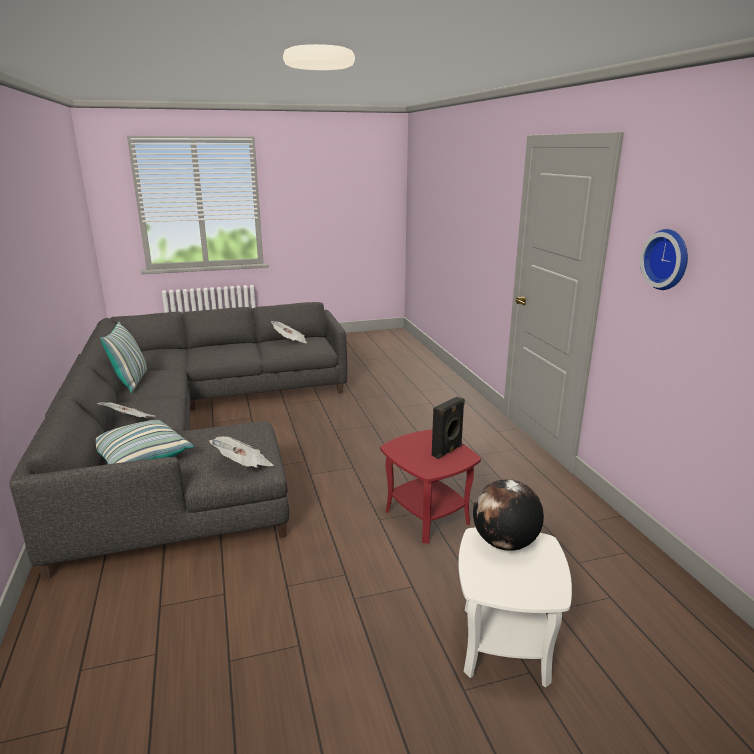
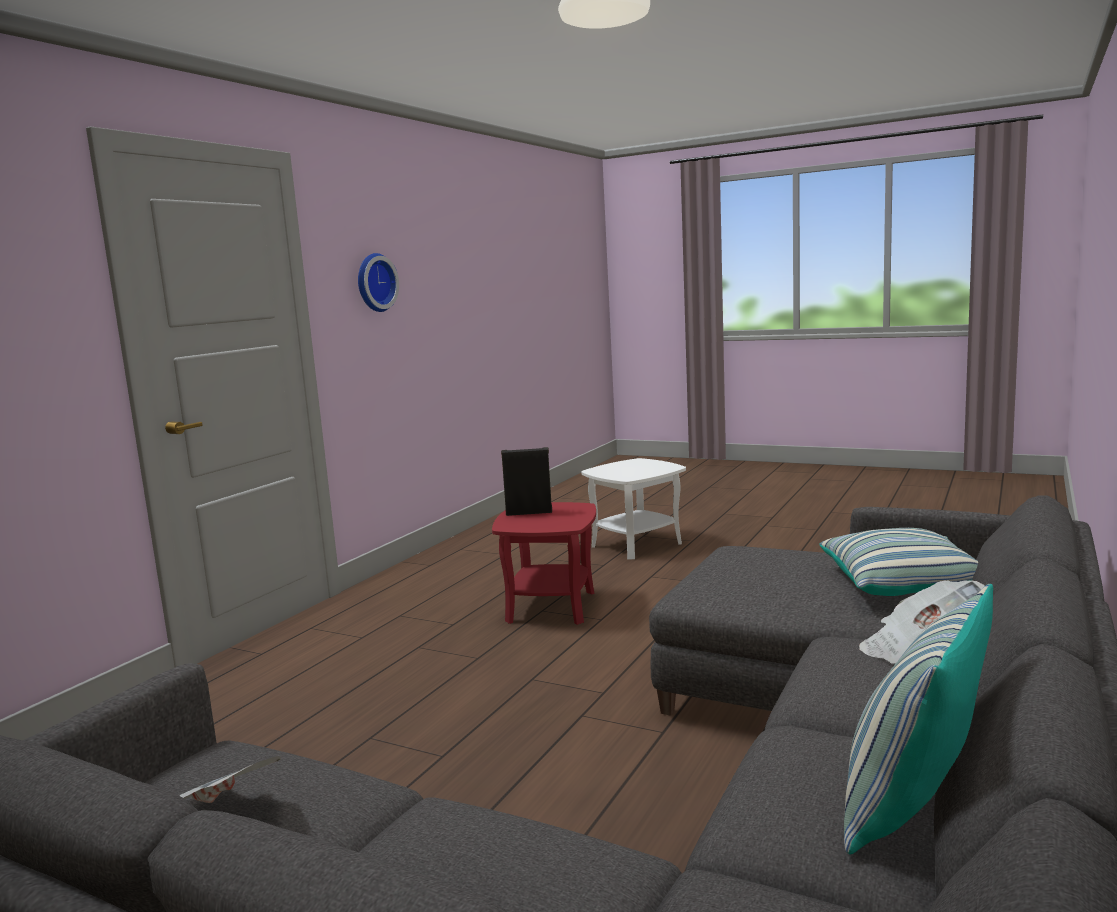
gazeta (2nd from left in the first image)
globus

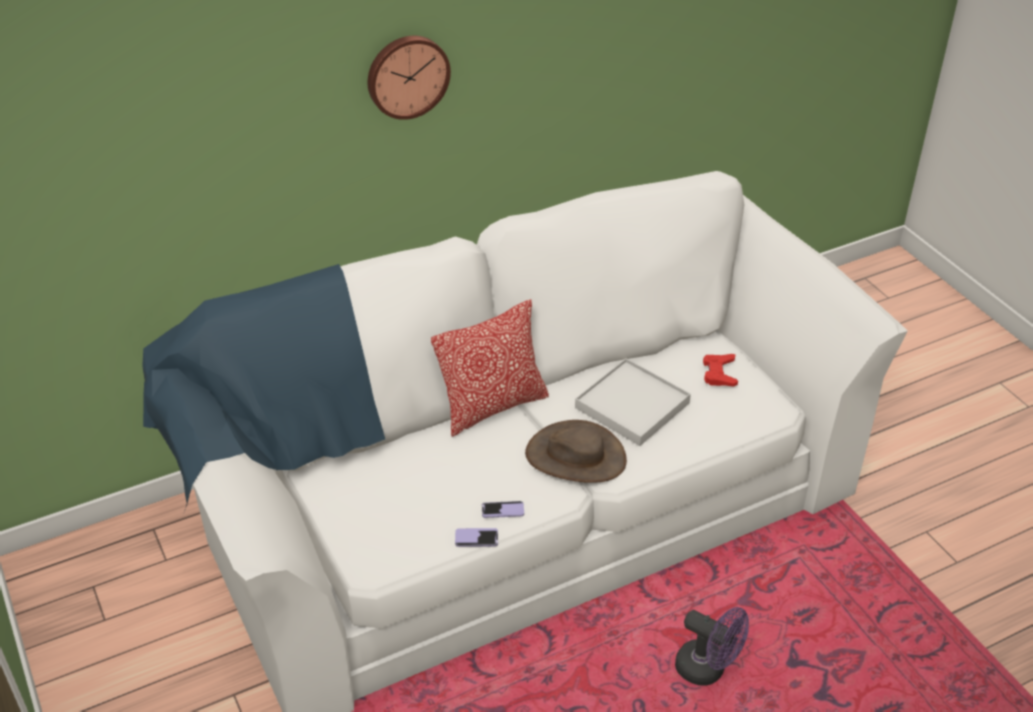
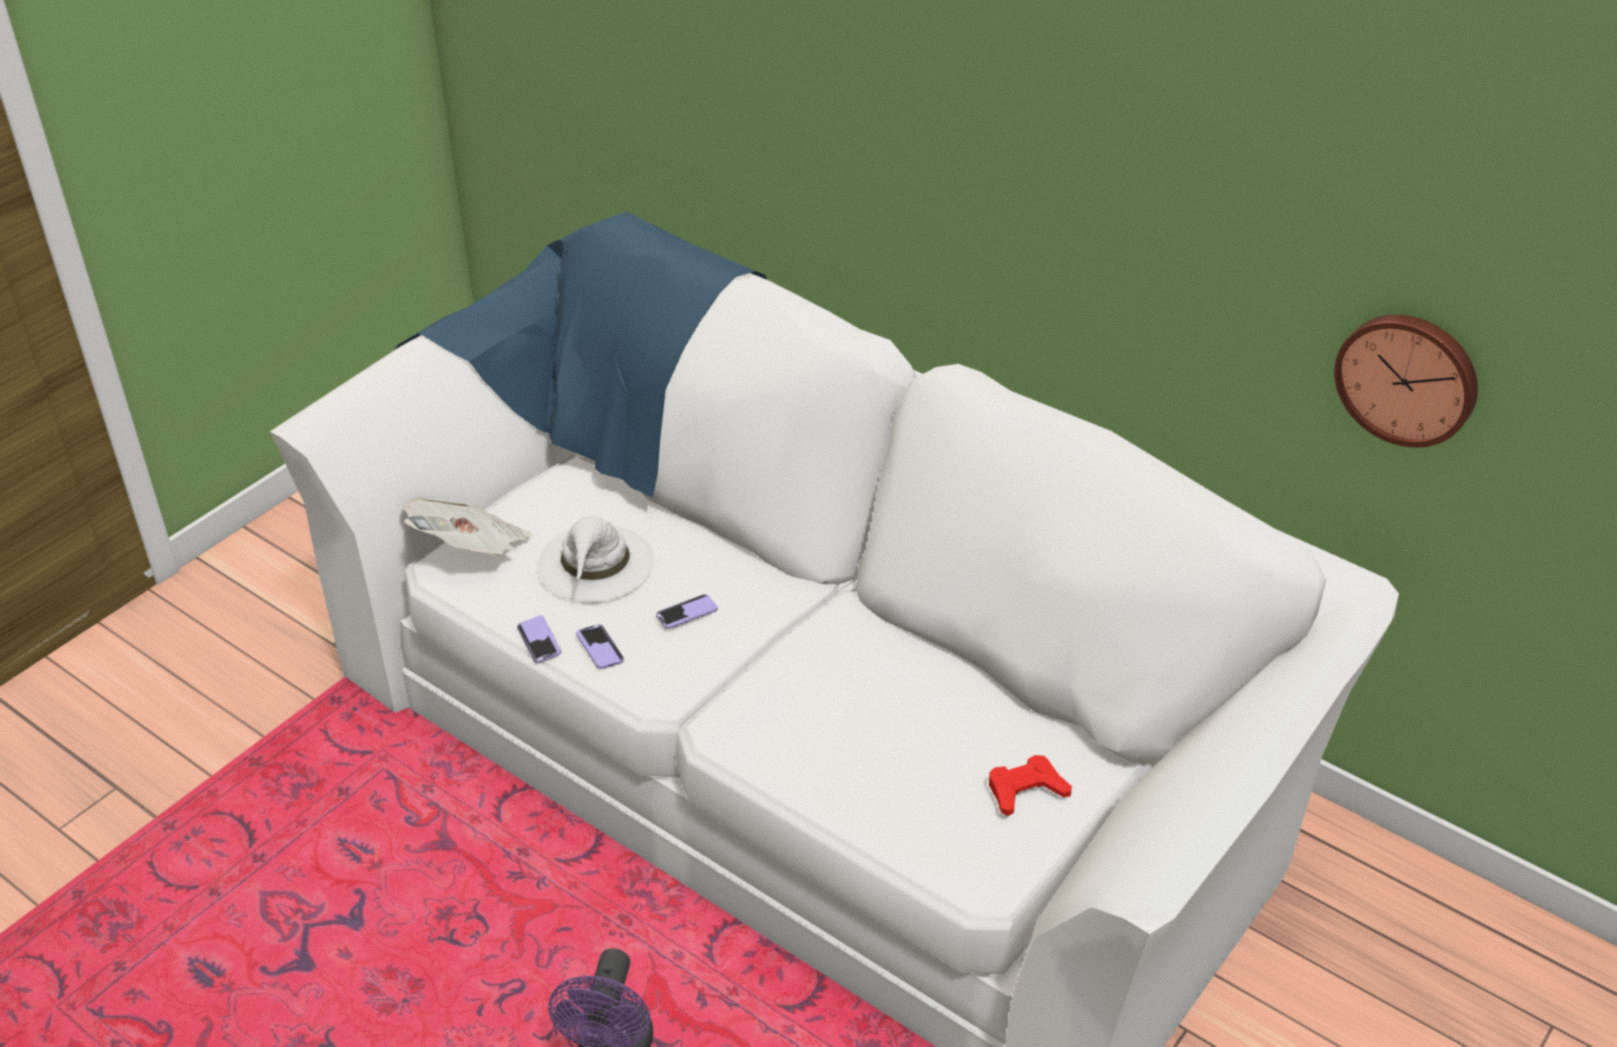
gazeta
kapelusz (biały)
telefon (3rd from left)
zegar ścienny
poduszka
kapelusz (brązowy)
taca (biały)

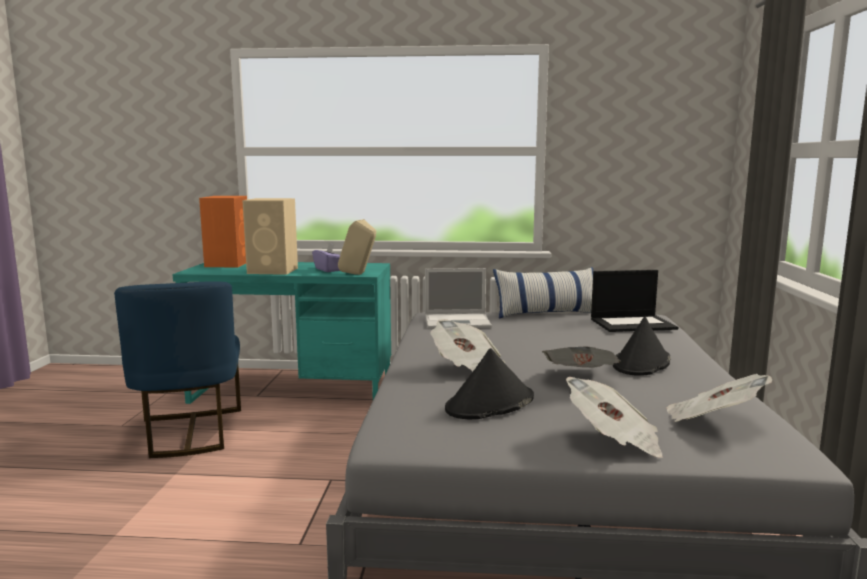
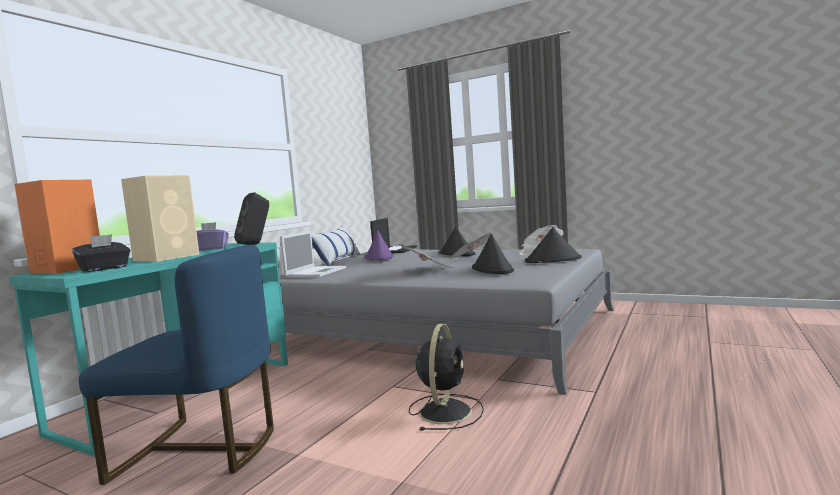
pudełko chusteczek (czarny)
głośnik (czarny)
kapelusz (fioletowy)
wentylator (czarny)
kapelusz (czarny) (3rd from left)

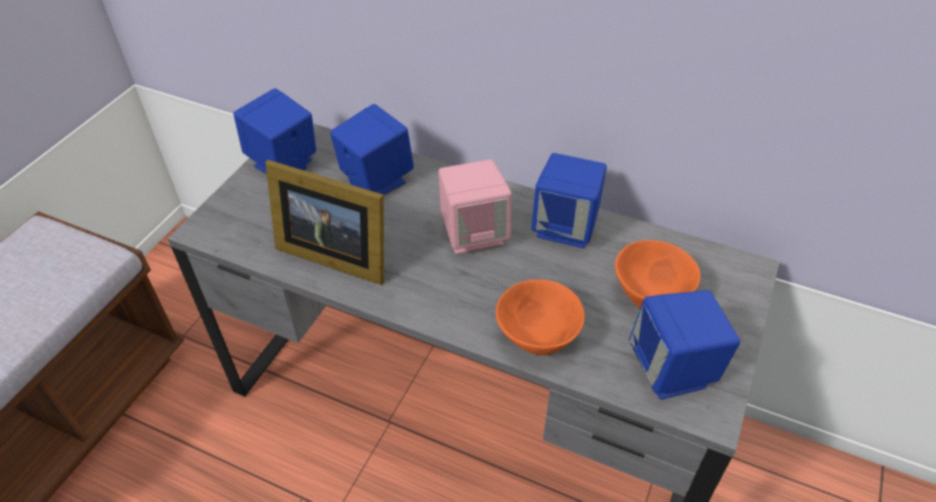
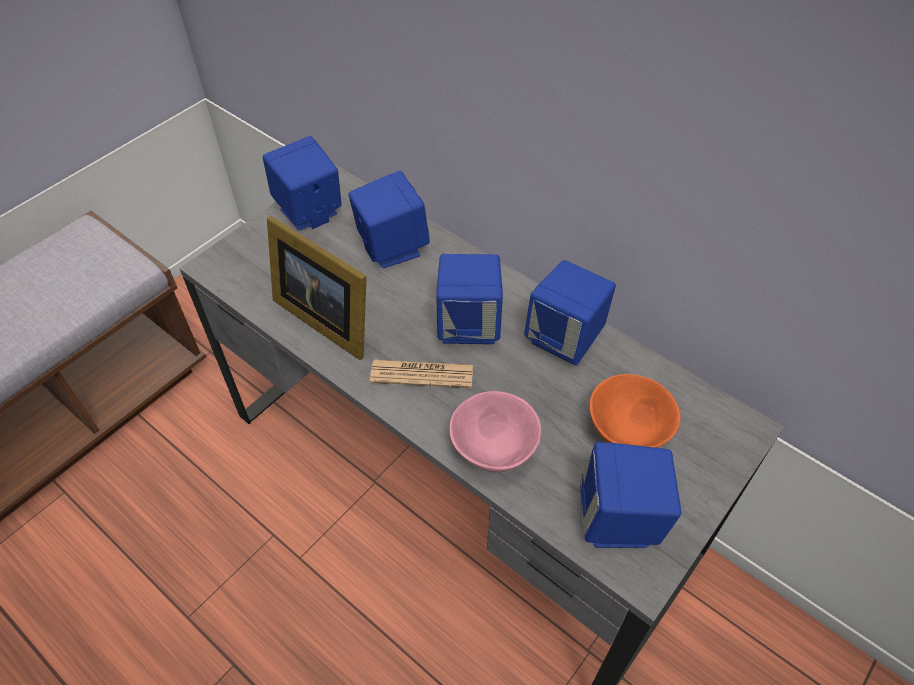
gazeta
głośnik (niebieski) (3rd from left)
miska (różowy)

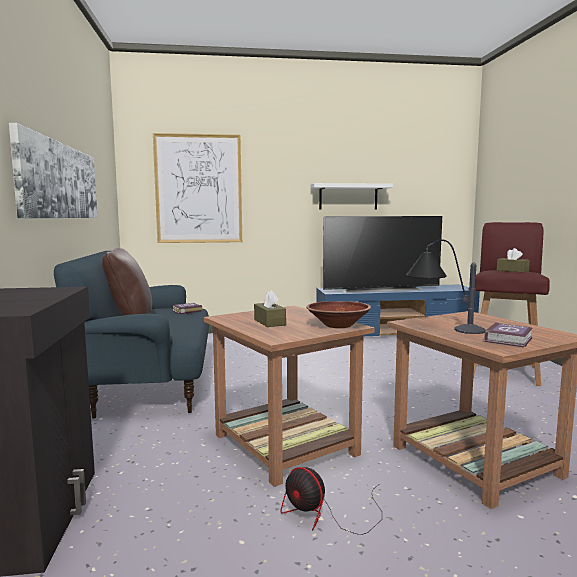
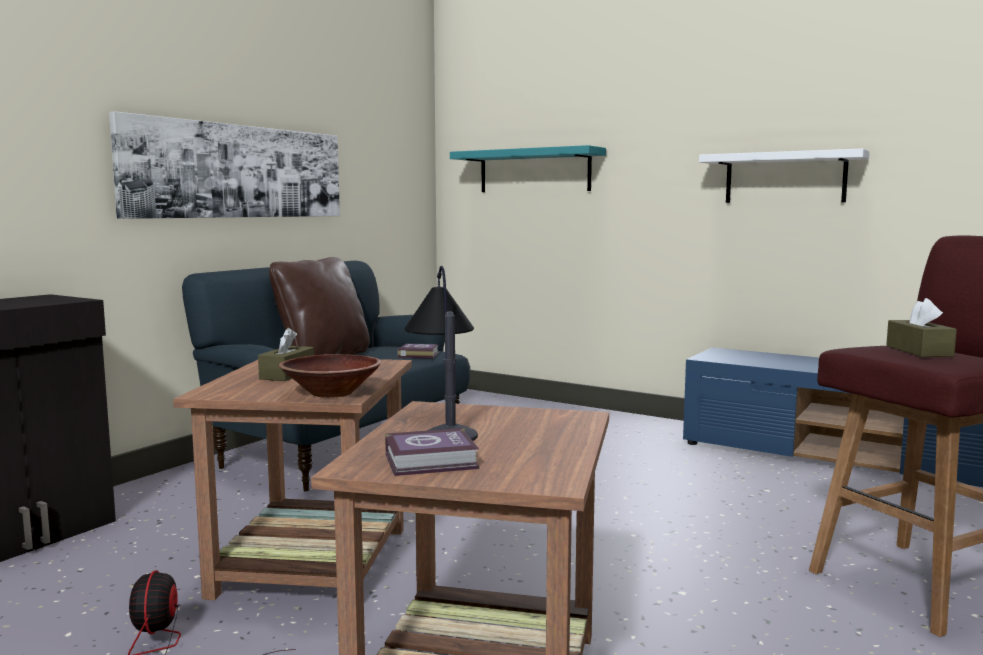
półka (turkusowy)
telewizor

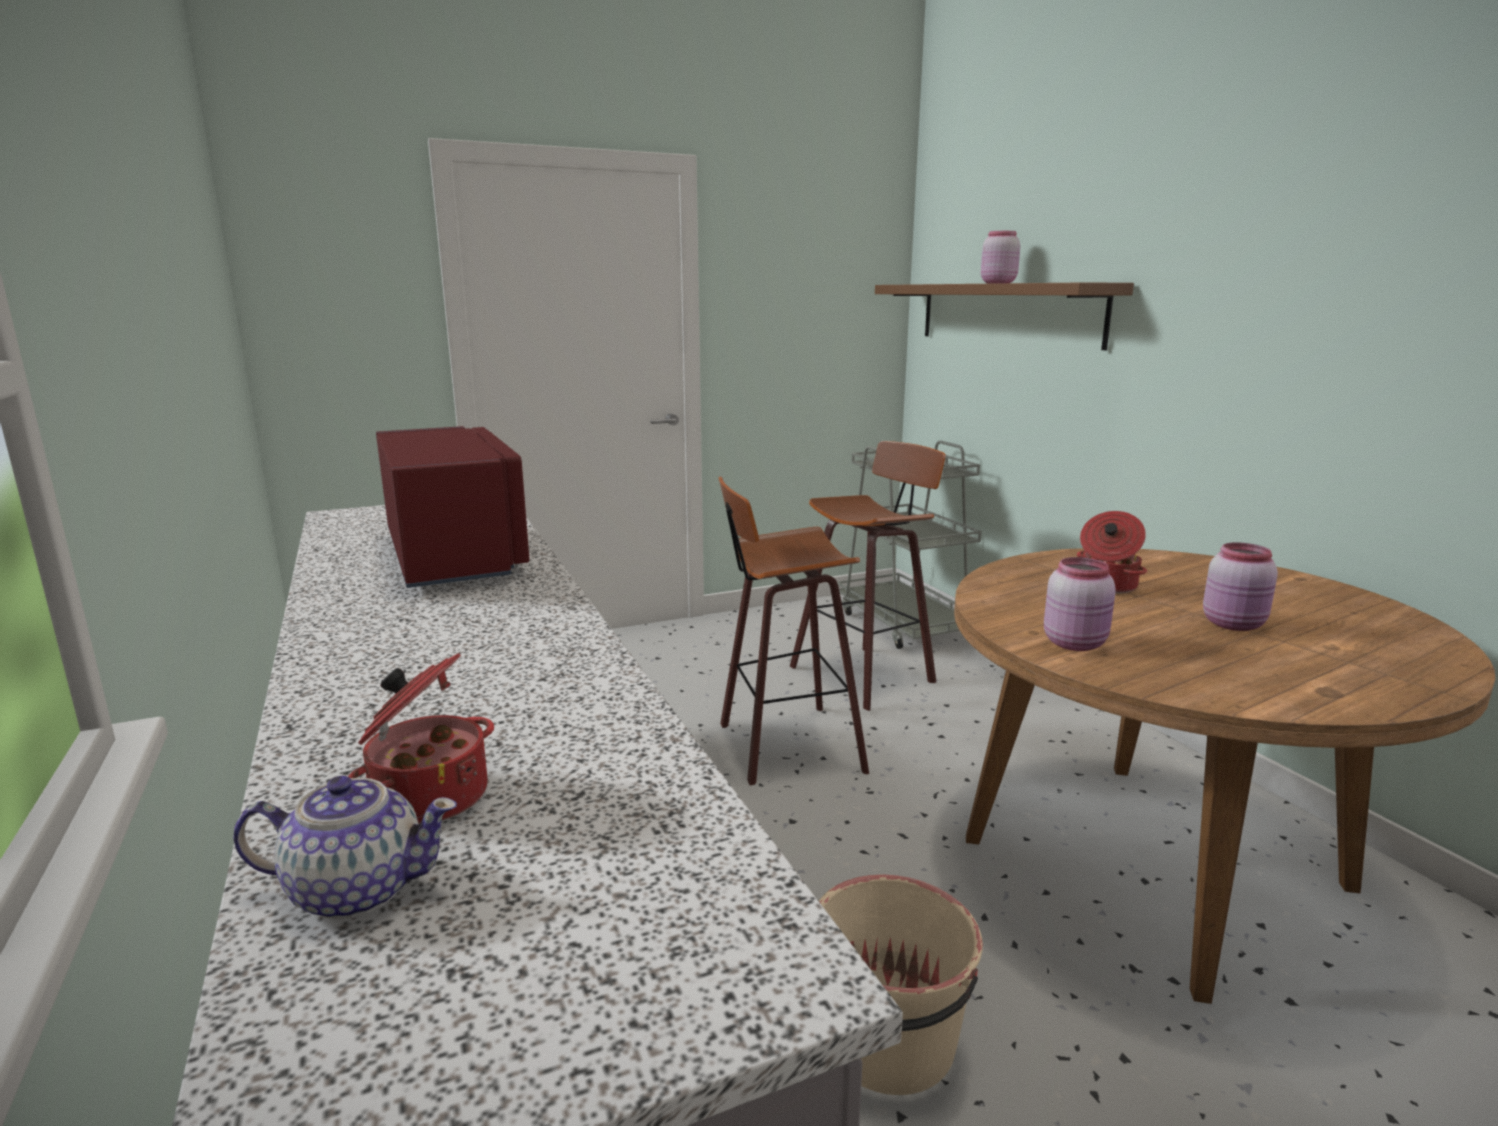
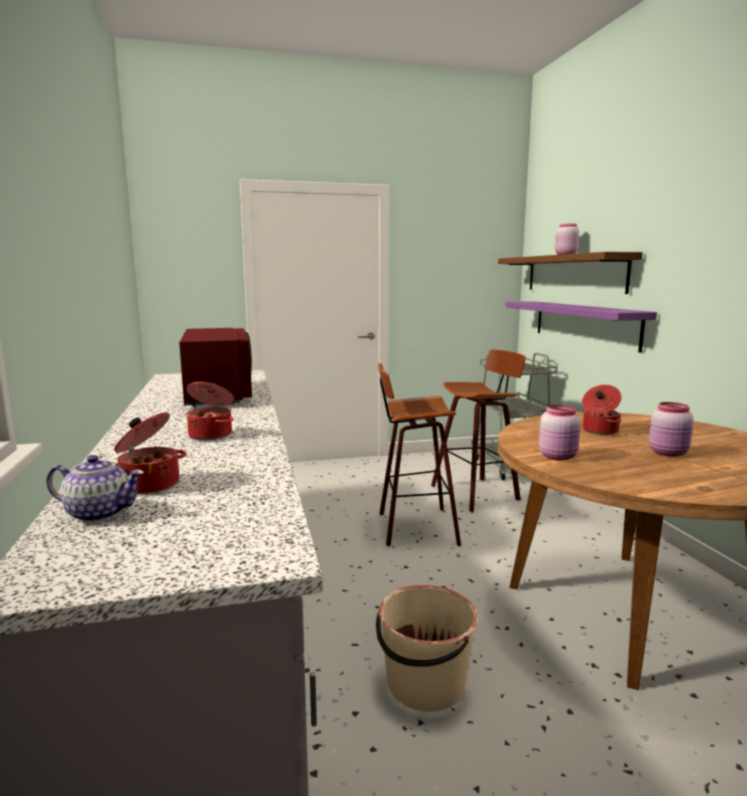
garnek (2nd from left)
półka (fioletowy)

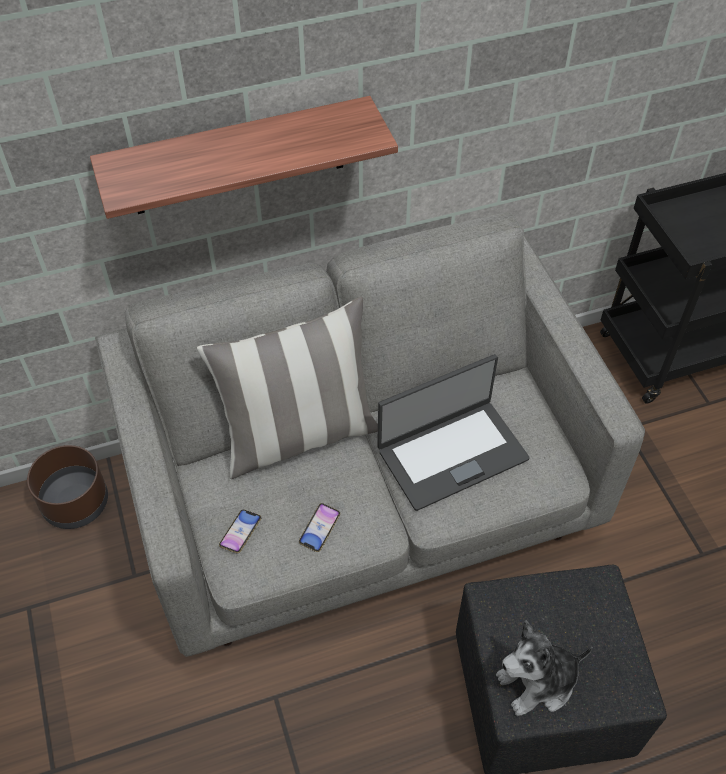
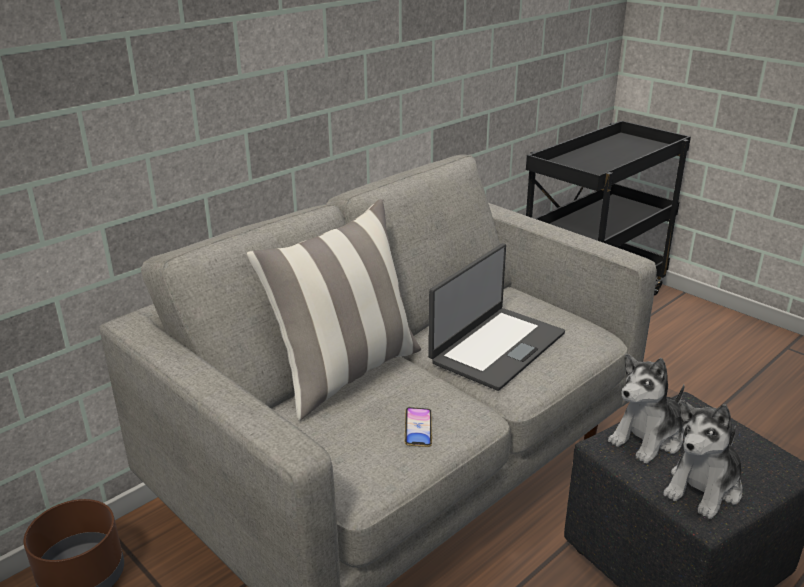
pluszak (1st from left)
półka
telefon (1st from left in the first image)

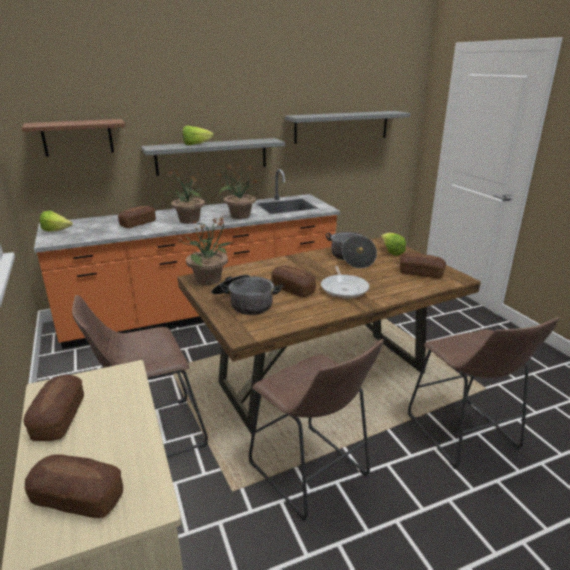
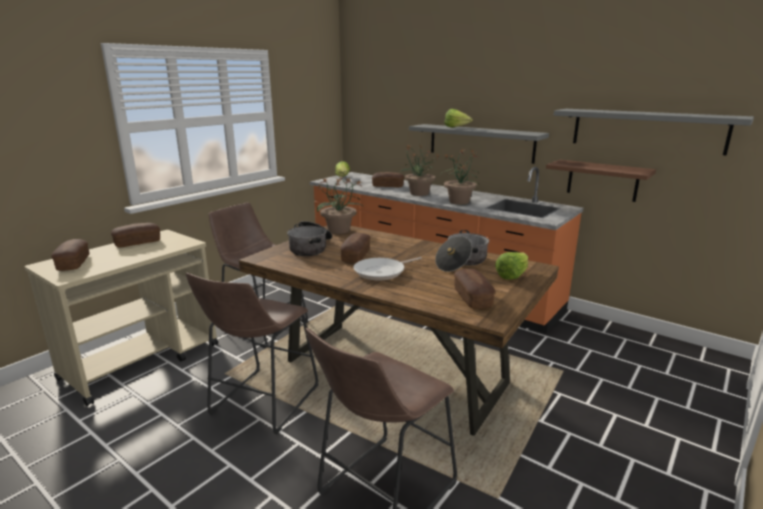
półka (brązowy)

